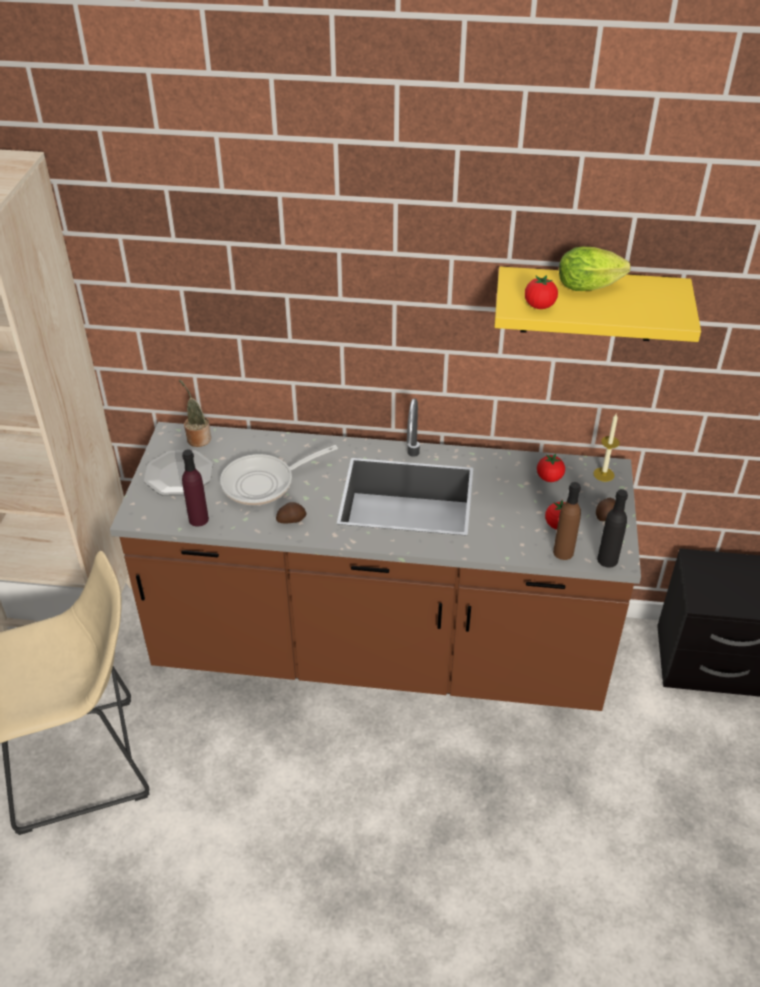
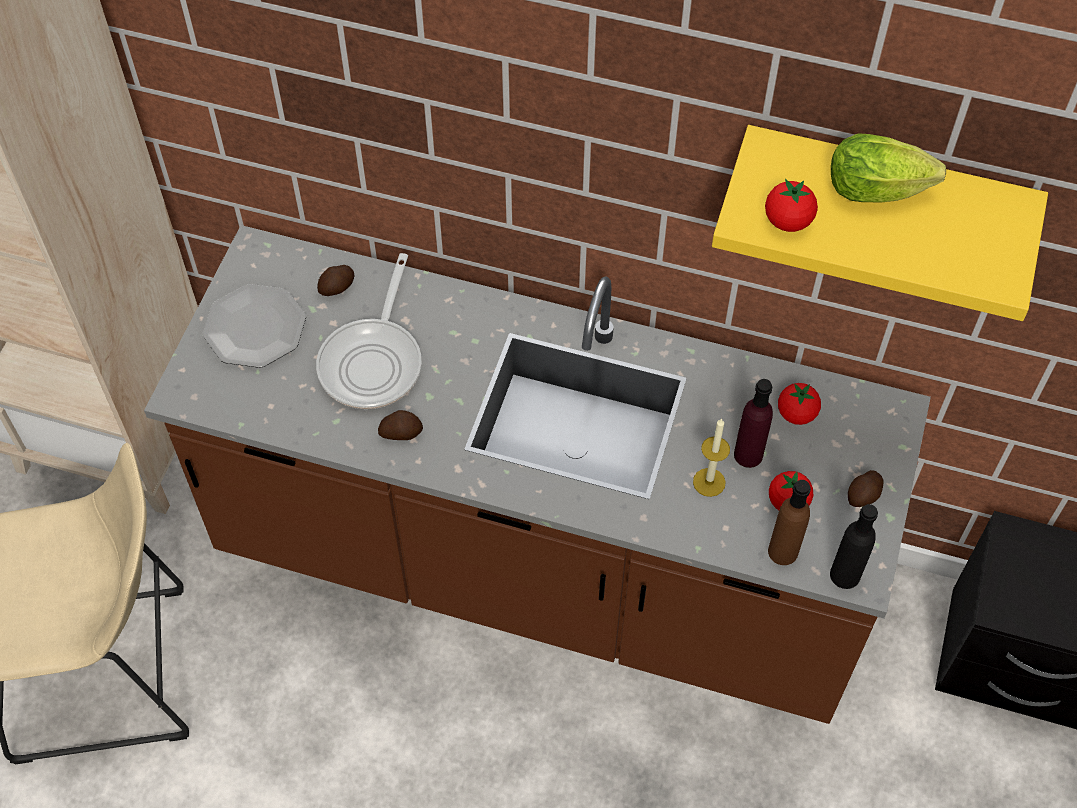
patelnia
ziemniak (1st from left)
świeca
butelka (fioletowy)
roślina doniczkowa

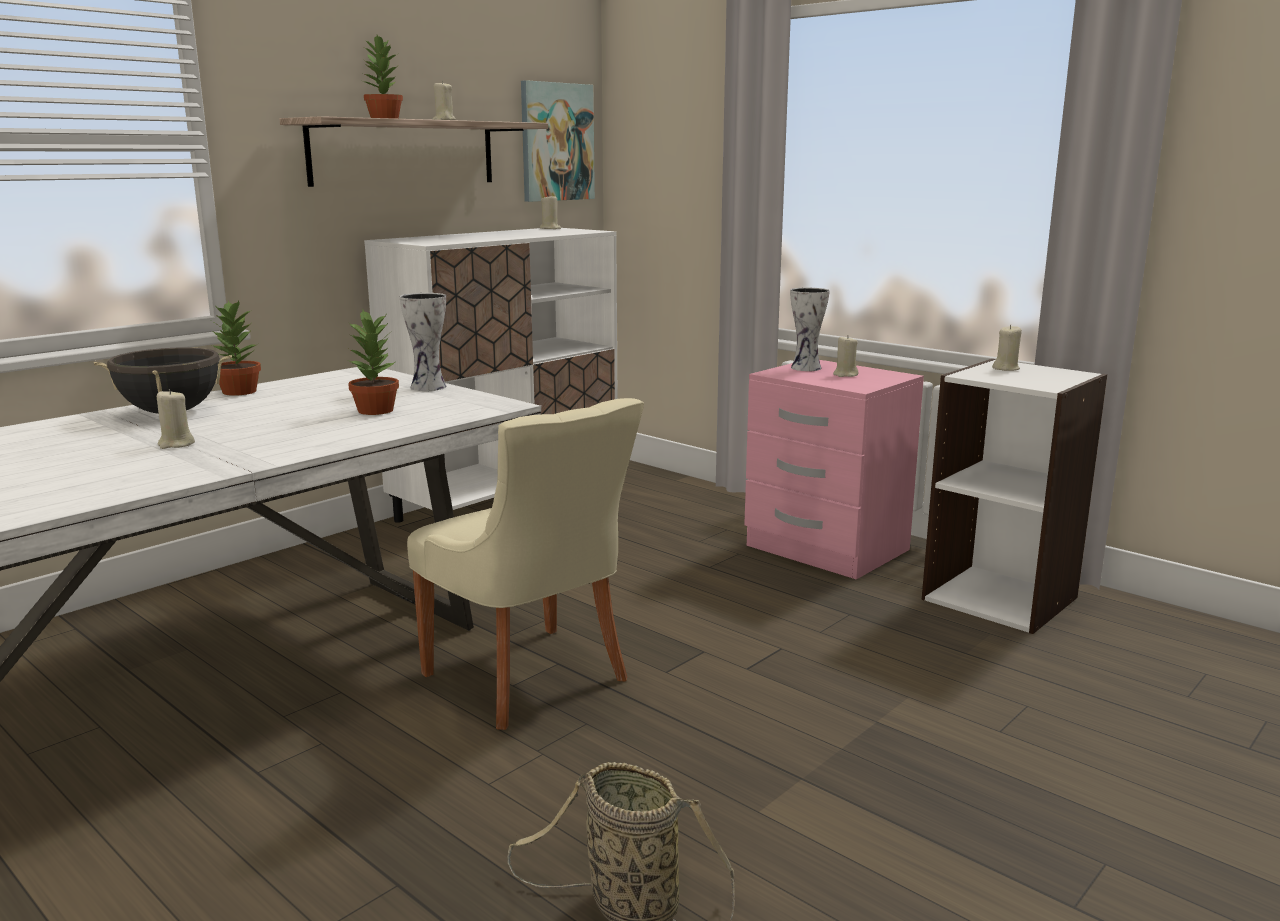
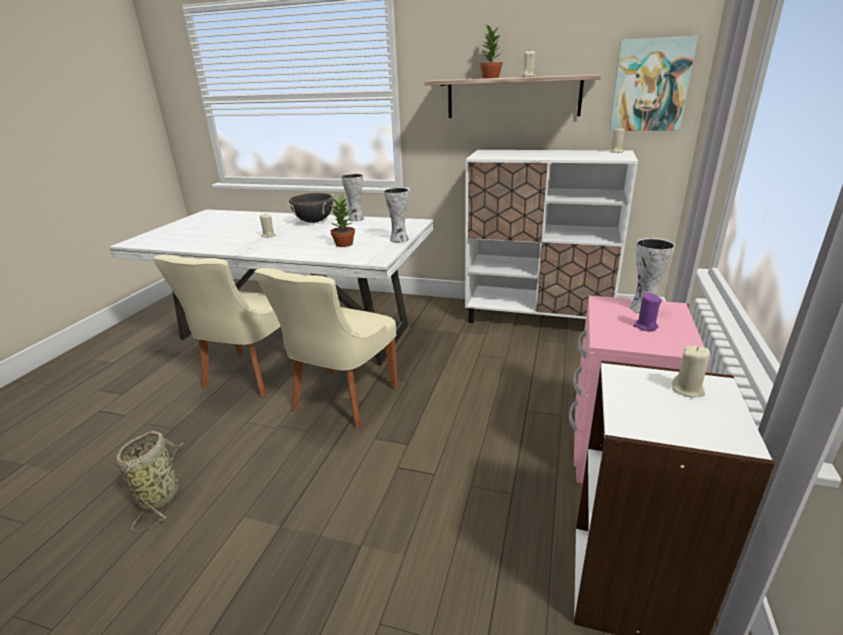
krzesło (beżowy) (1st from left)
wazon (1st from left)
świeca (fioletowy)

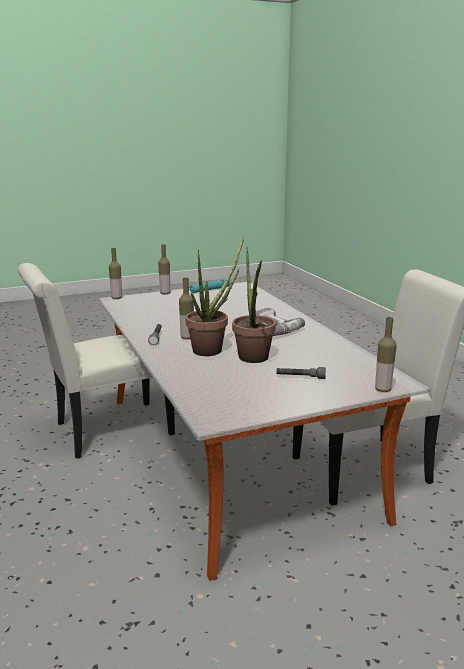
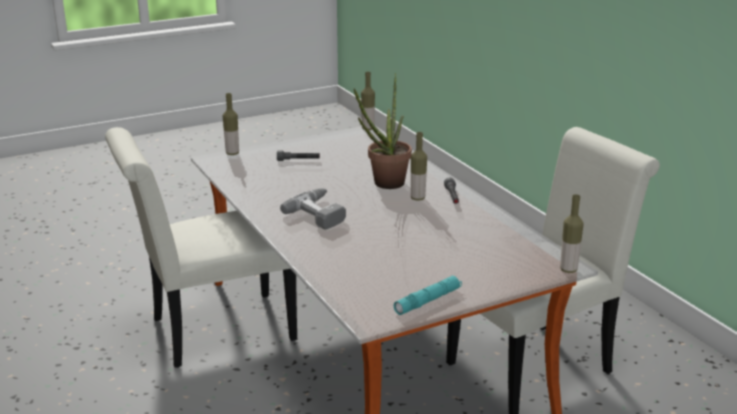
butelka (2nd from left)
roślina doniczkowa (2nd from left in the first image)

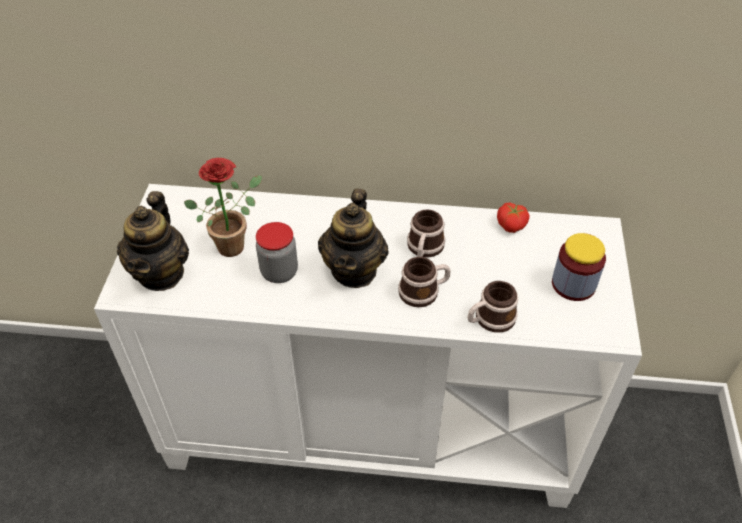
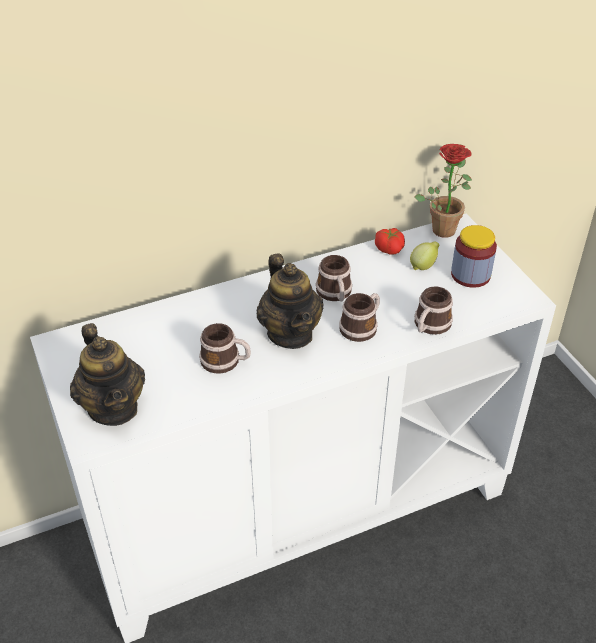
kubek (1st from left)
cytryna
roślina doniczkowa

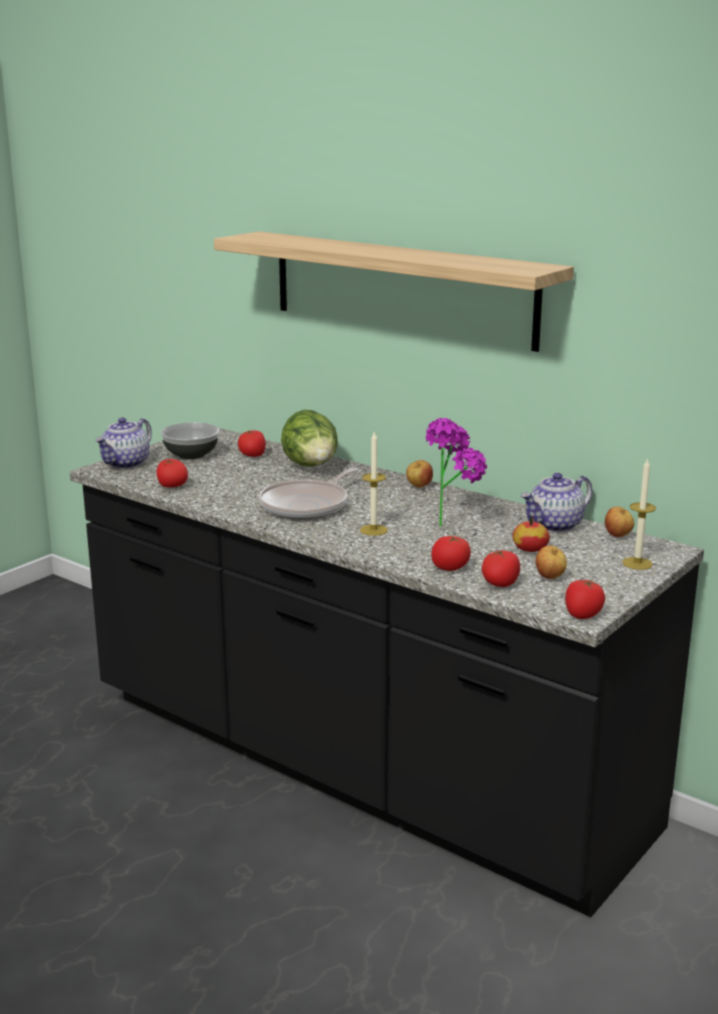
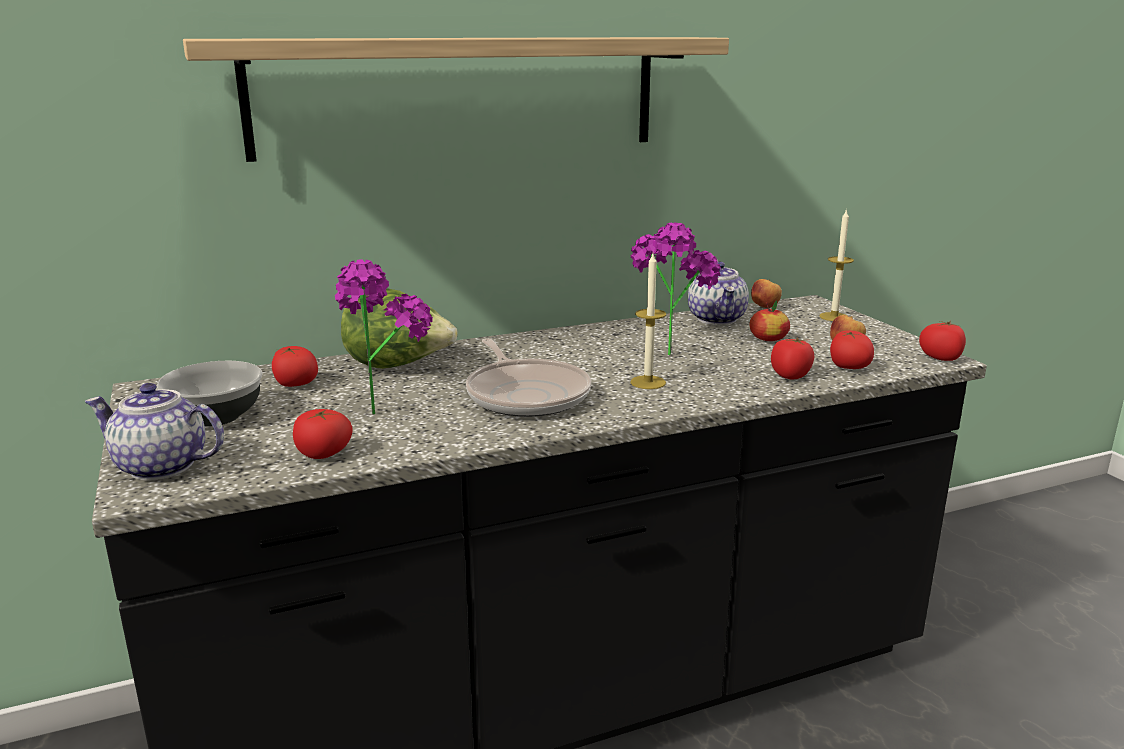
imbryk (1st from left)
roślina doniczkowa (1st from left)
jabłko (1st from left in the first image)

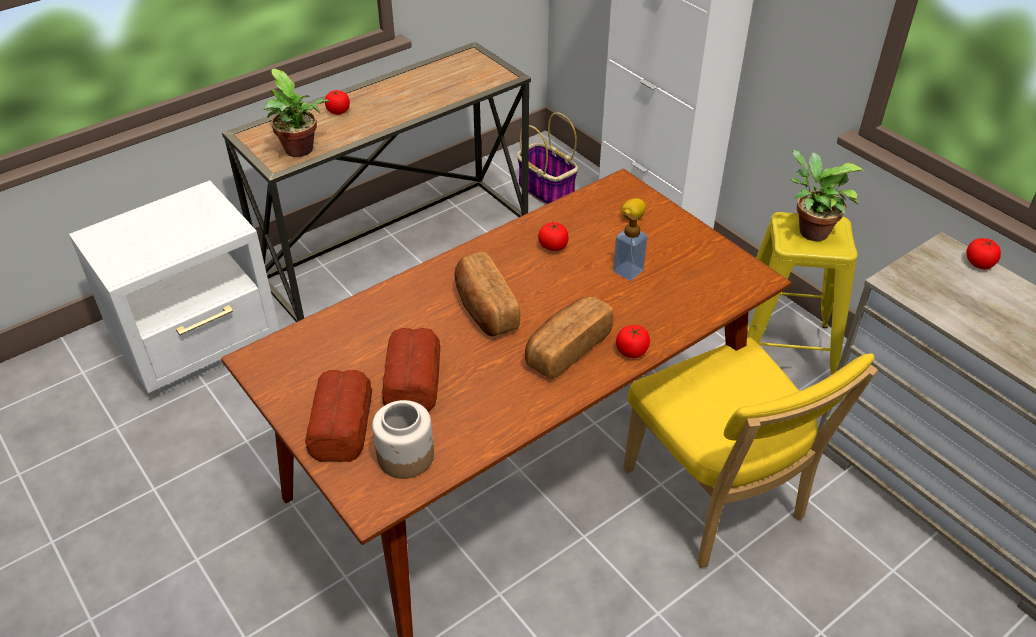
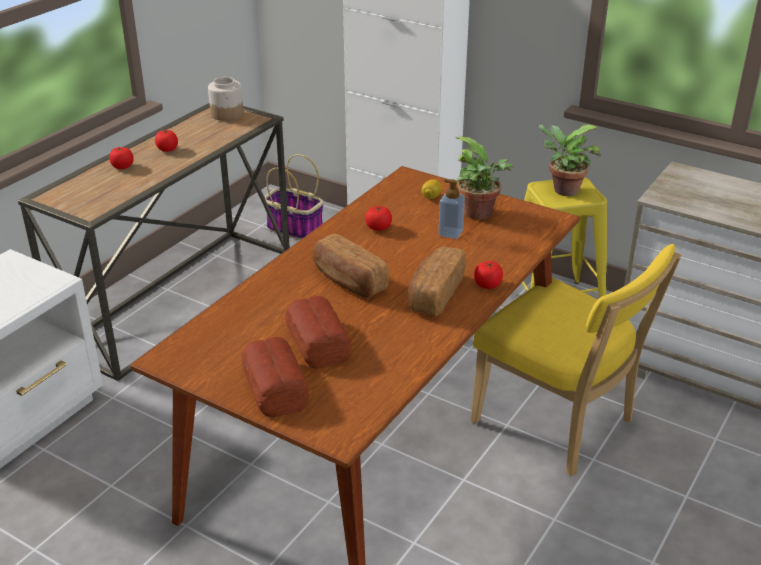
pomidor (2nd from left)
słoik
roślina doniczkowa (1st from left)

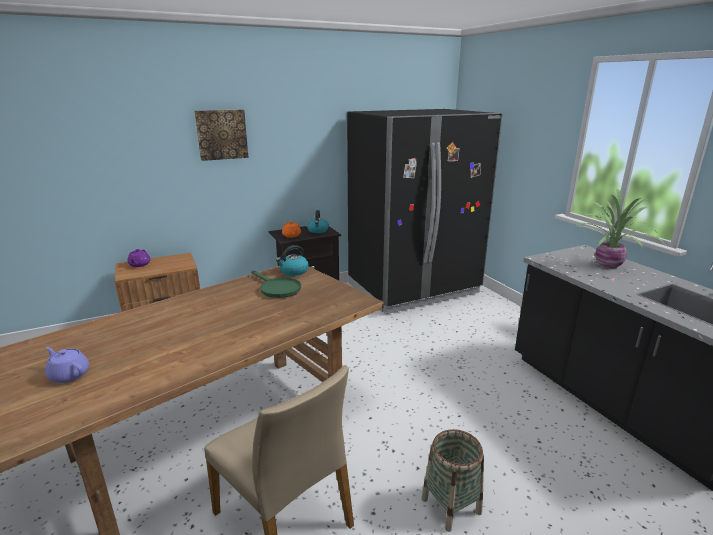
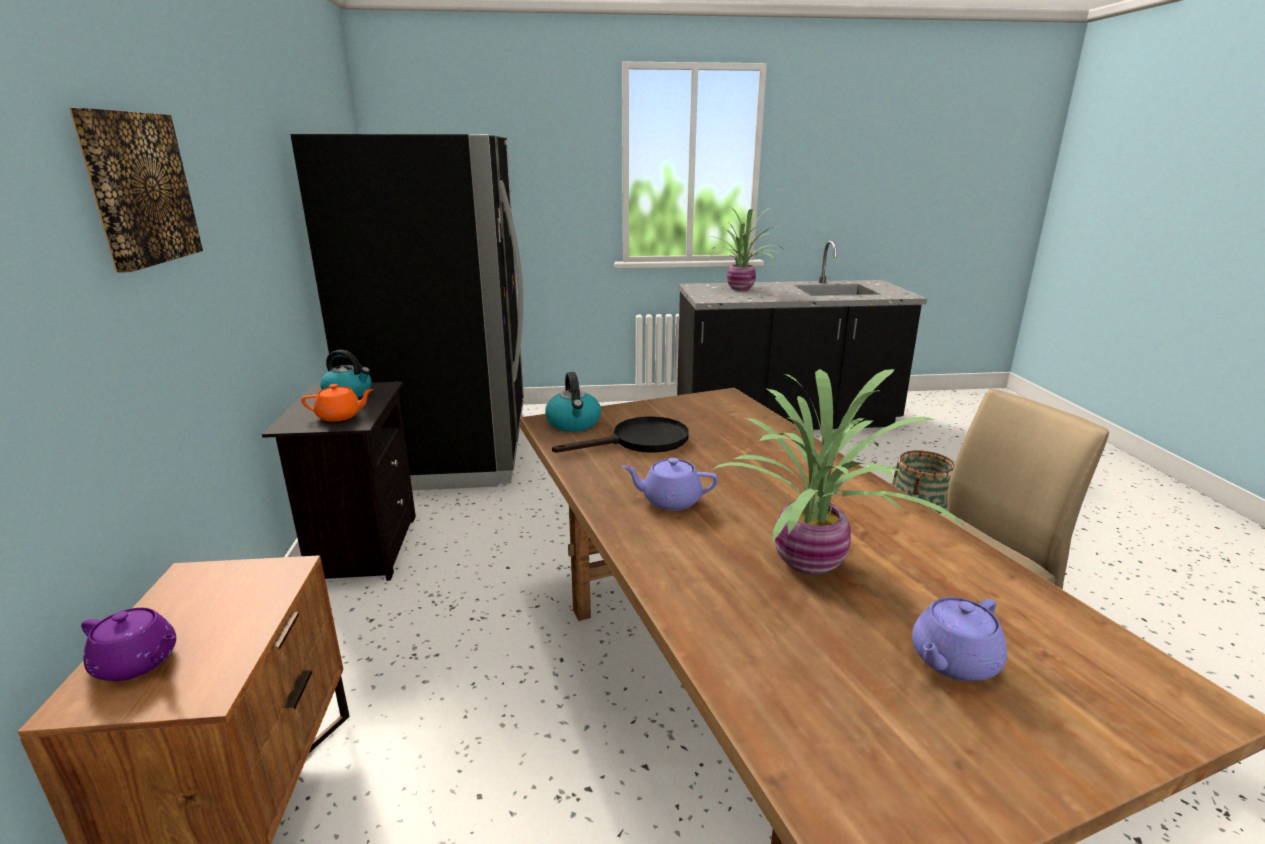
patelnia (czarny)
imbryk (fioletowy) (2nd from left)
roślina doniczkowa (2nd from left)

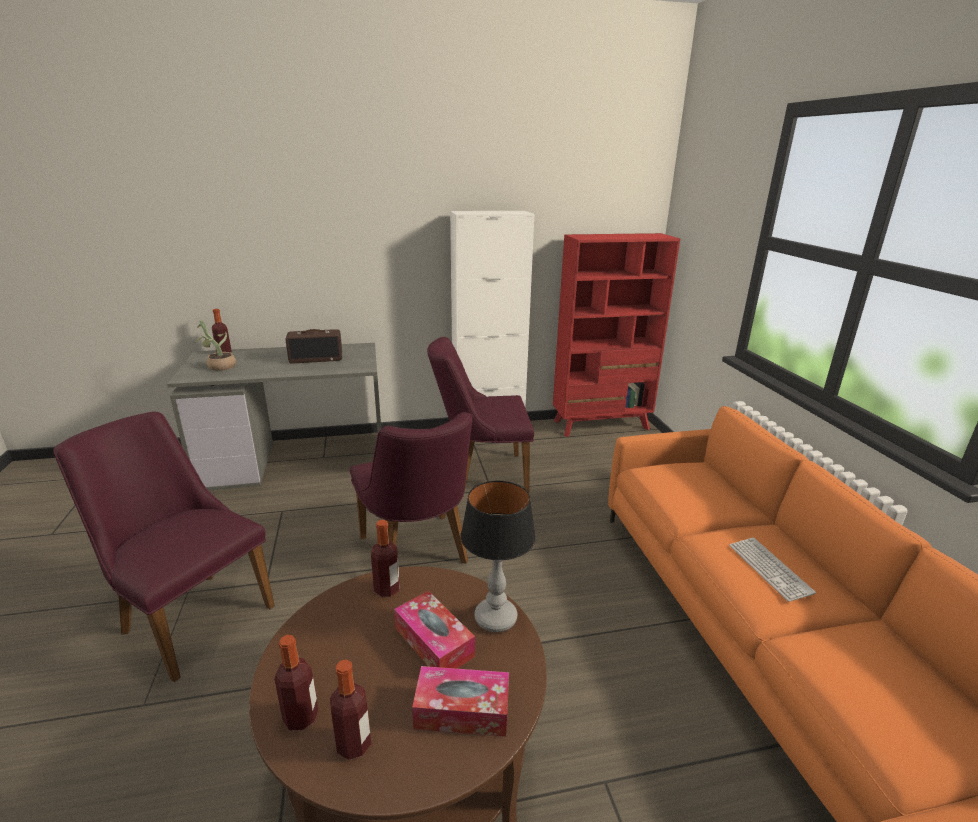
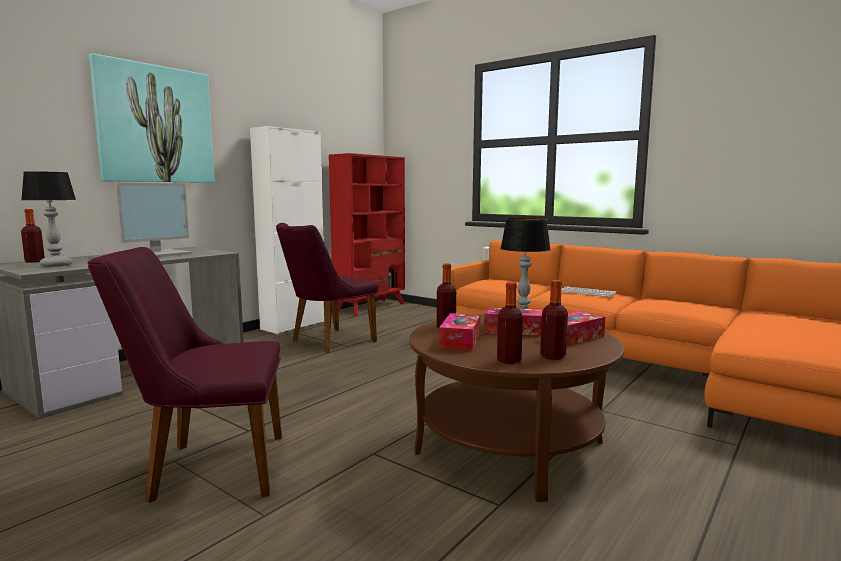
lampa stołowa (1st from left)
obraz
monitor
pudełko chusteczek (1st from left)
krzesło (fioletowy) (2nd from left in the first image)

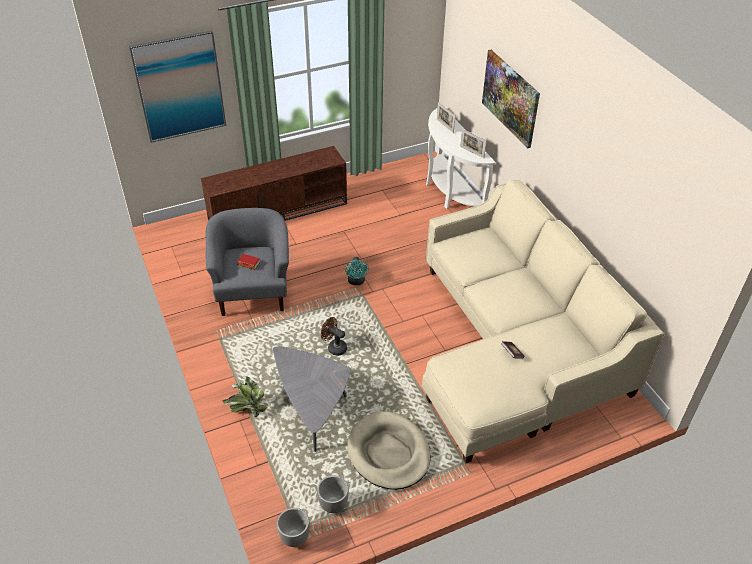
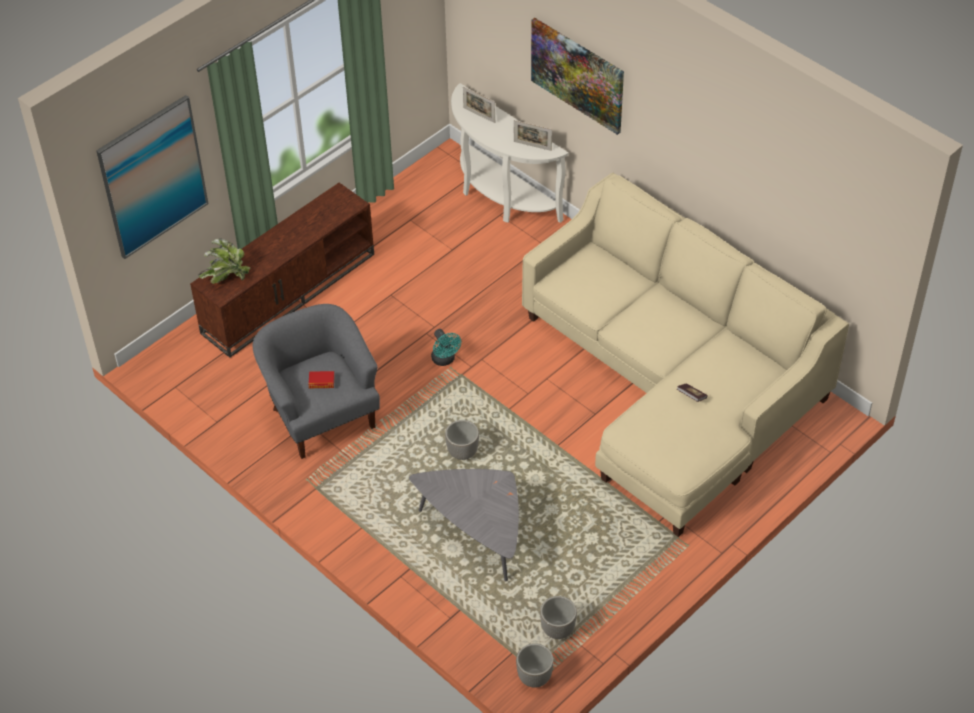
roślina doniczkowa
donica (1st from left)
legowisko (beżowy)

